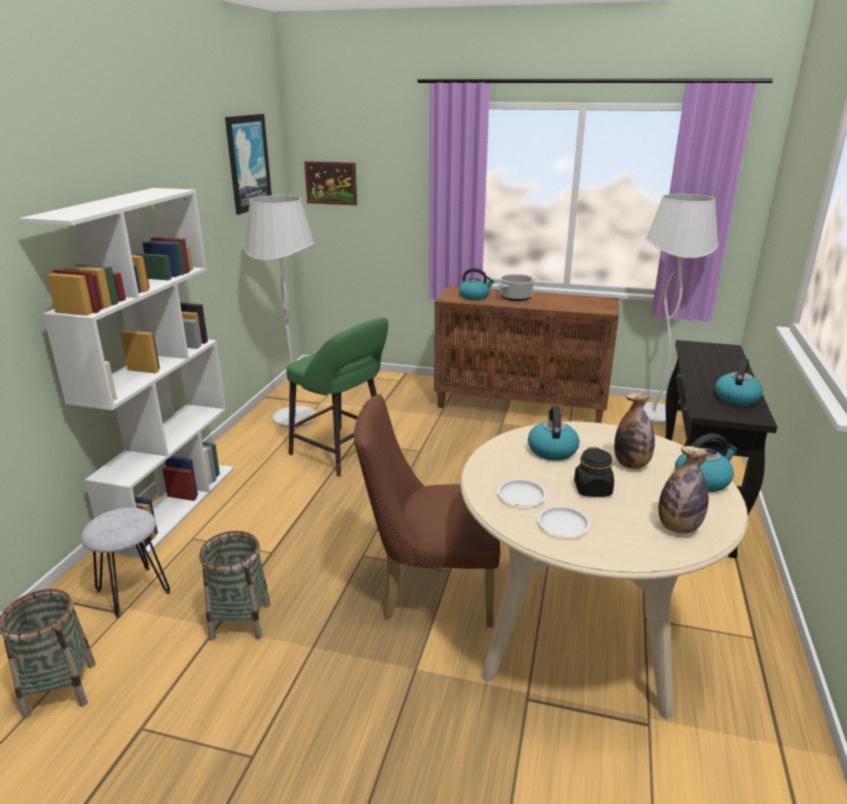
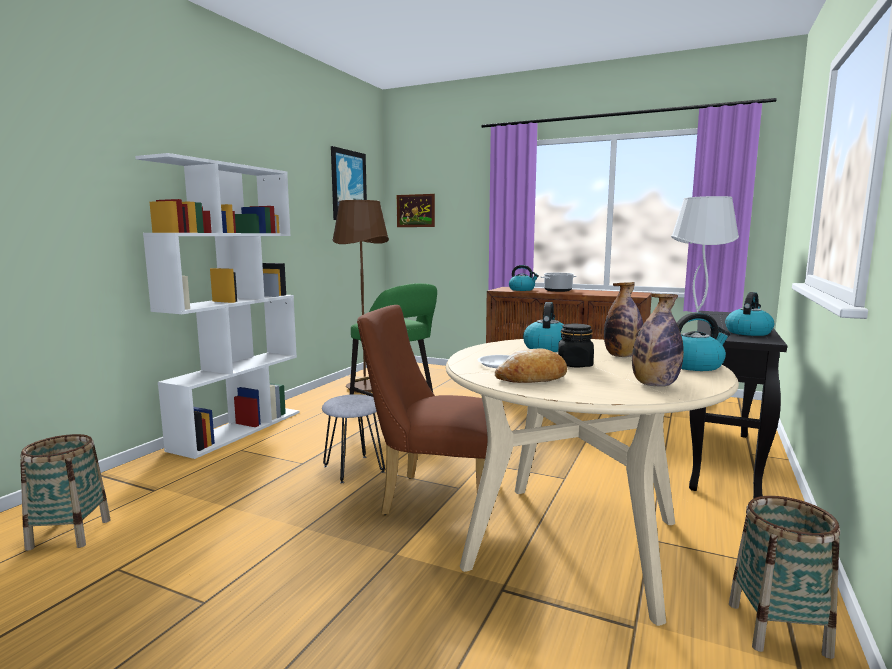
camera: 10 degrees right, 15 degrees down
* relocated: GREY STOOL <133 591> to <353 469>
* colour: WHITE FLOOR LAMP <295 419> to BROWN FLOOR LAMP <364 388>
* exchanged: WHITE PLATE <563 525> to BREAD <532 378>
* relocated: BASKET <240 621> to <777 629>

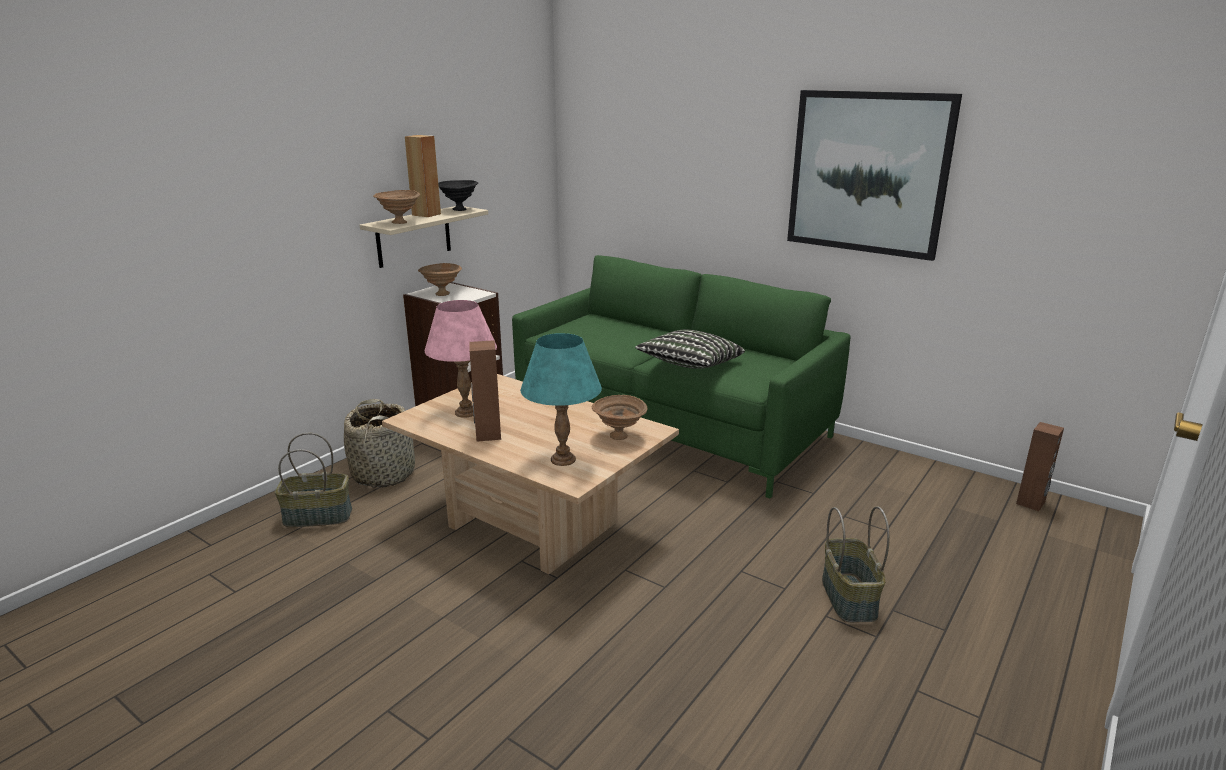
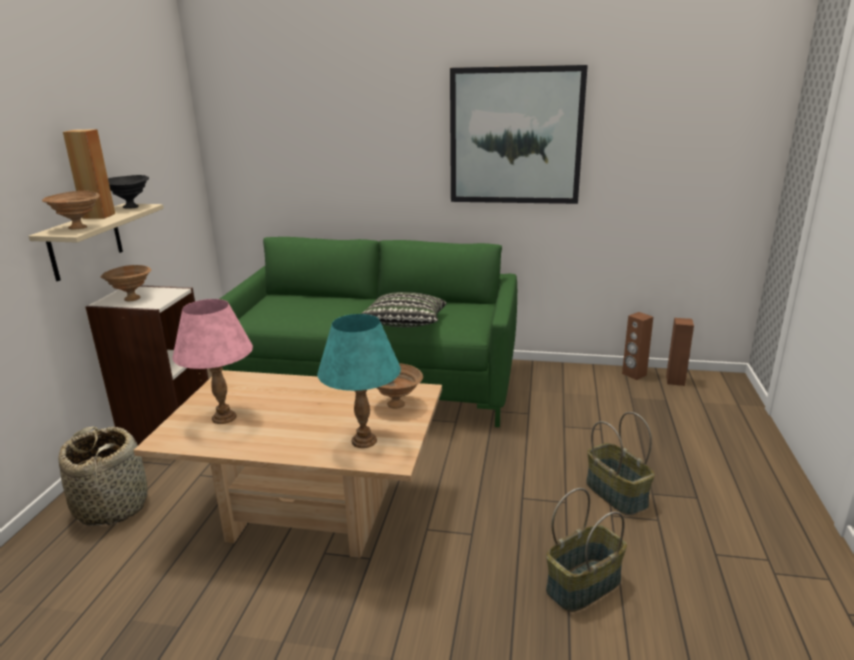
camera: 25 degrees left, 0 degrees up
* relocated: BASKET <318 516> to <583 584>
* relocated: BROWN SPEAKER <487 434> to <634 374>

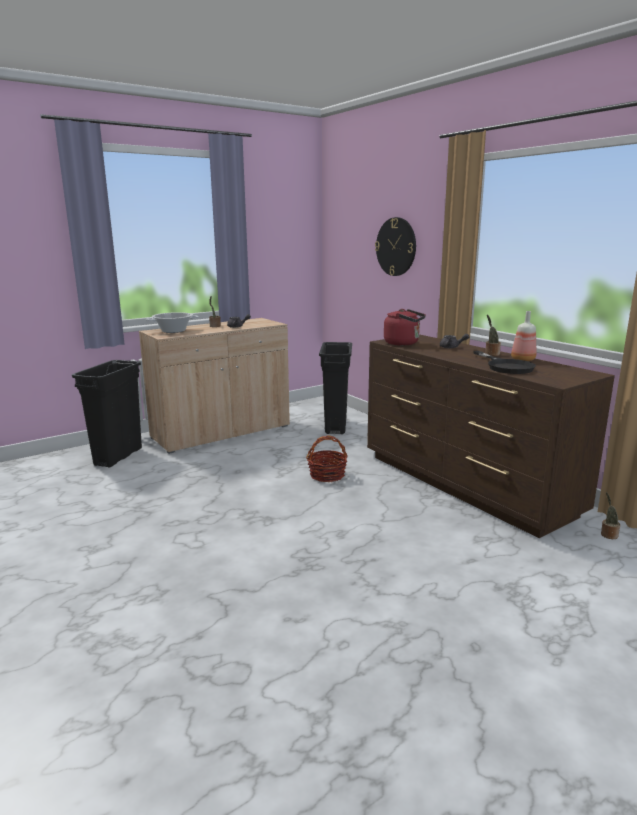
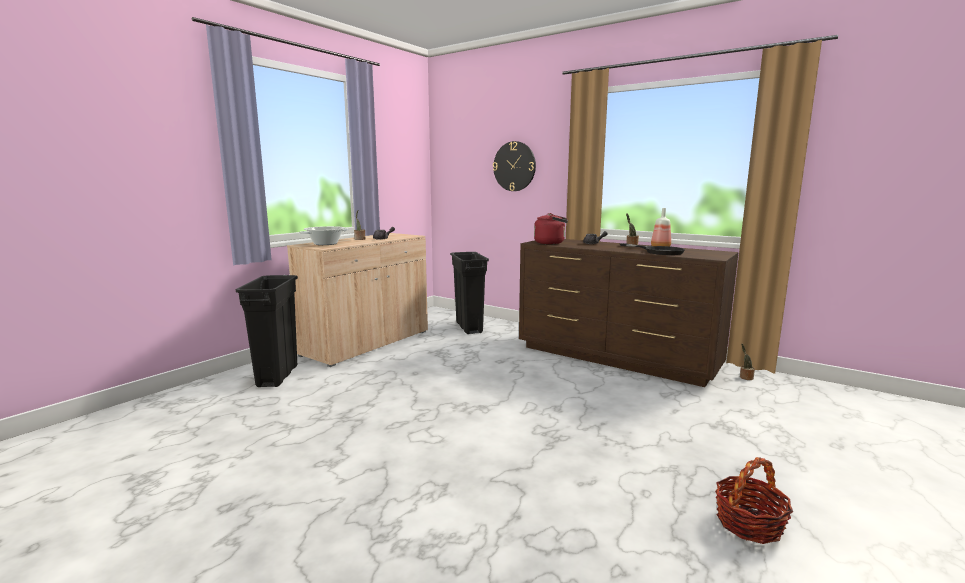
camera: 20 degrees left, 5 degrees down
* relocated: BASKET <327 475> to <749 523>

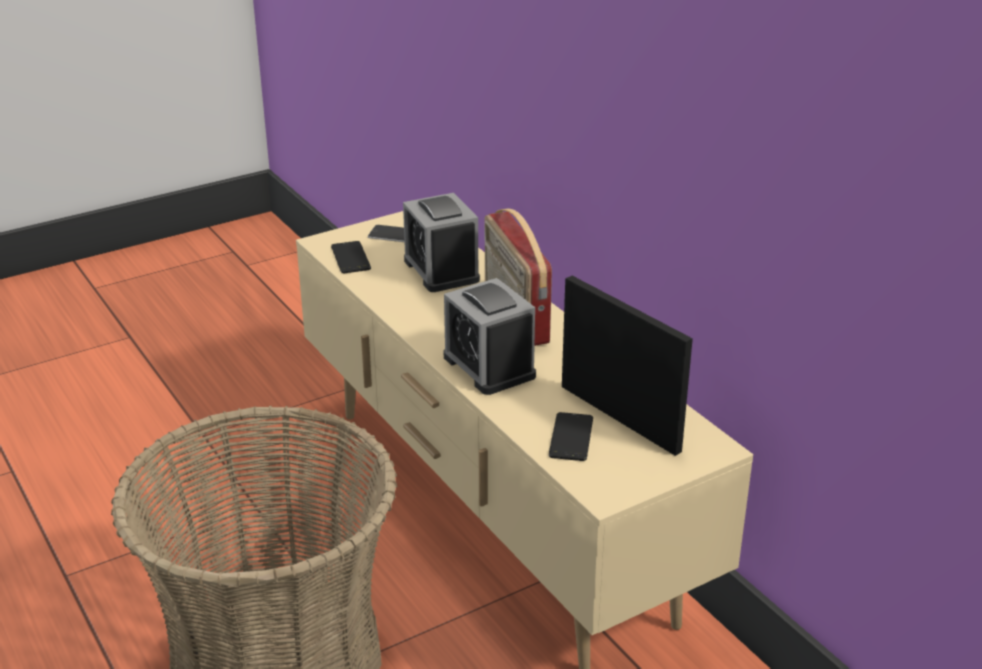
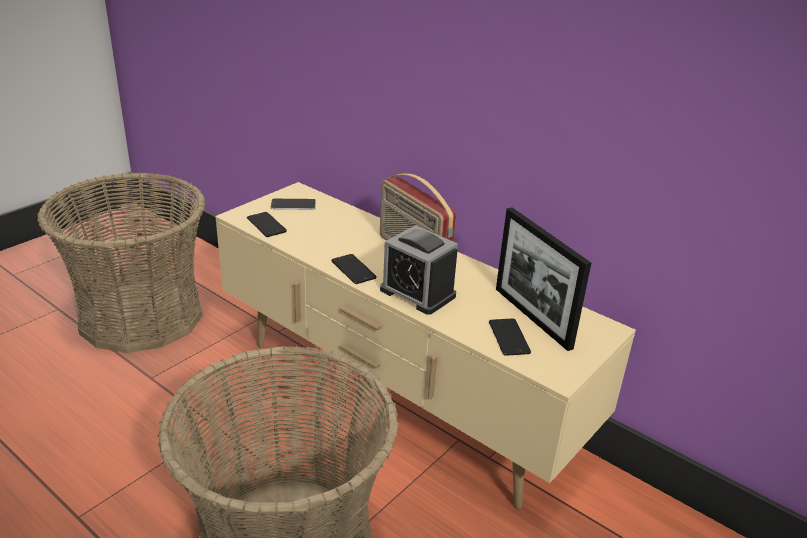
camera: 20 degrees left, 0 degrees up
* appeared: BASKET <141 315>
* appeared: PHONE <353 269>
* spun: PICTURE FRAME <619 418> = <532 317> 150 degrees counterclockwise
* missing: ALARM CLOCK <441 270>

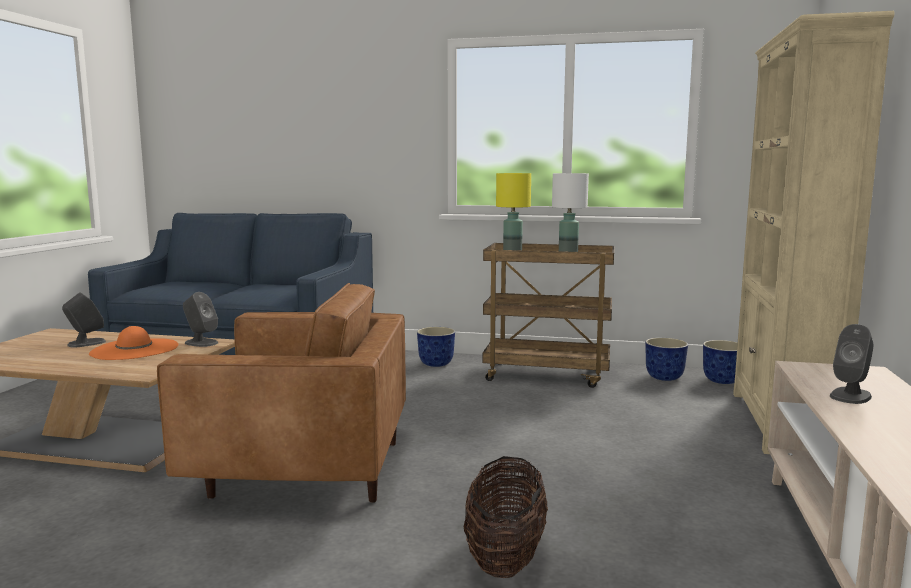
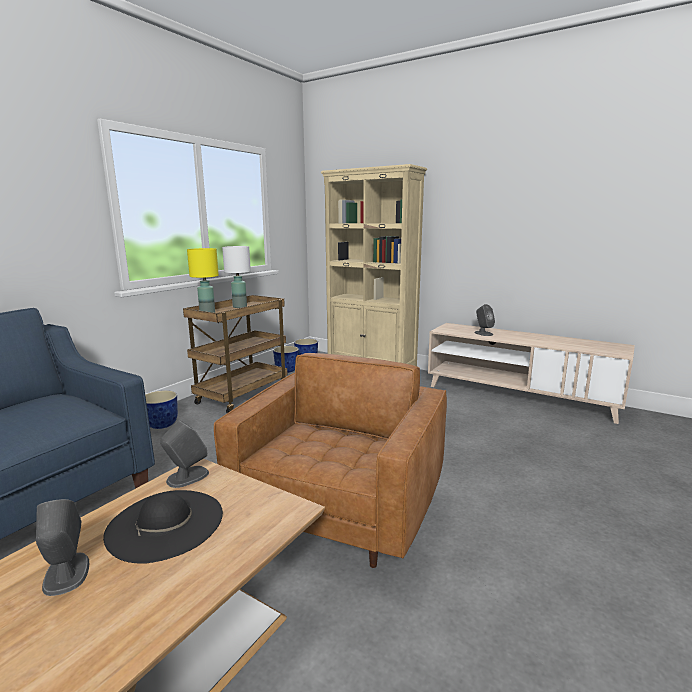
camera: 70 degrees left, 5 degrees up
* colour: ORANGE HAT <134 349> to BLACK HAT <165 523>
* missing: BASKET <505 557>

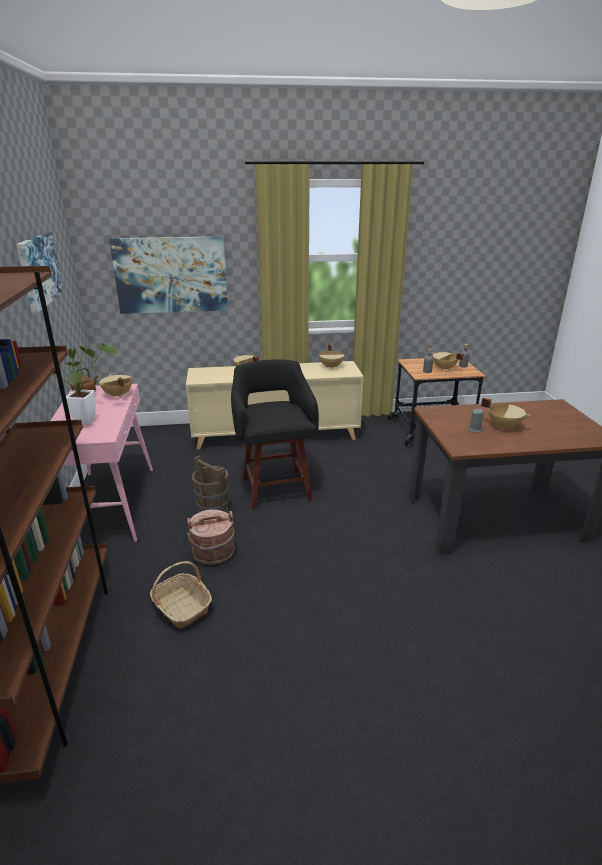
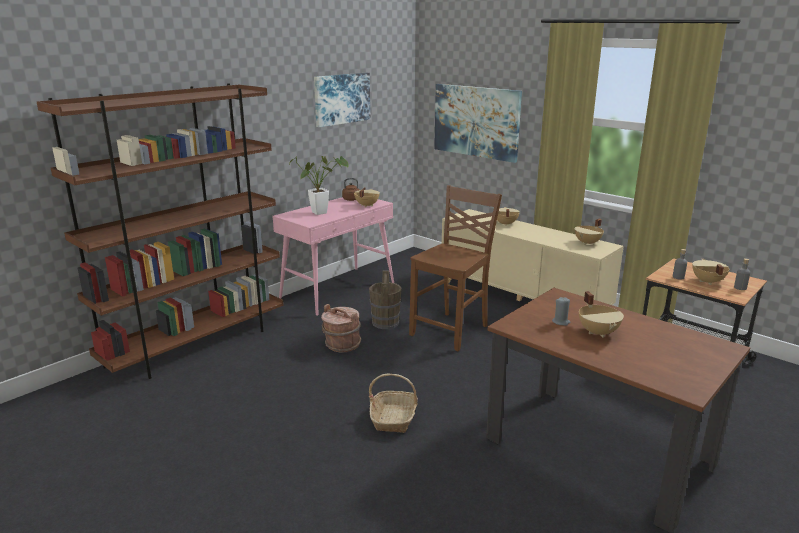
camera: 50 degrees right, 5 degrees down
* relocated: BASKET <181 607> to <394 418>
* exchanged: BLACK STOOL <275 487> to BROWN CHAIR <451 330>

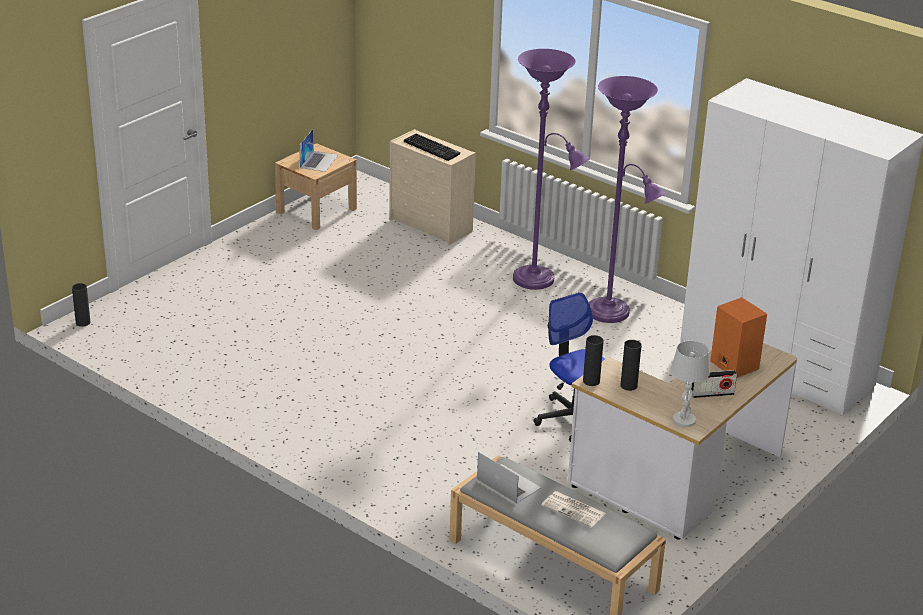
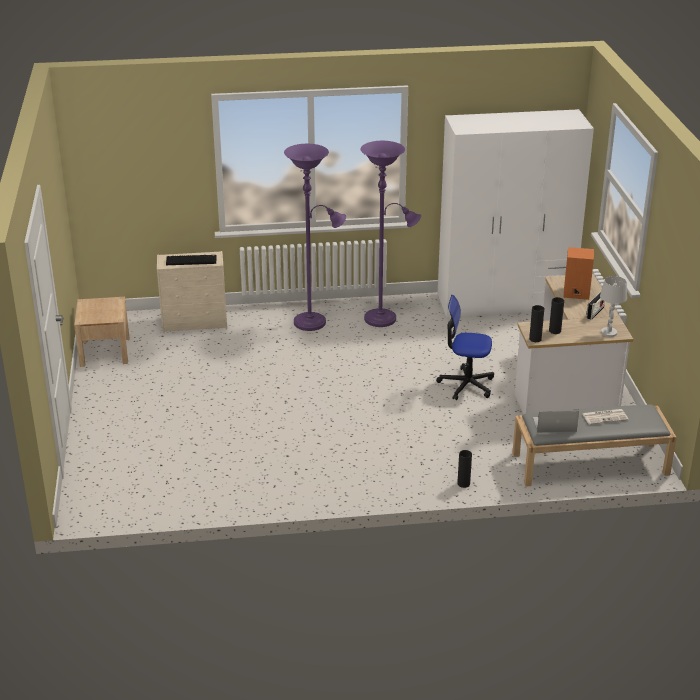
camera: 45 degrees left, 0 degrees up
* relocated: BLACK VASE <83 322> to <463 483>
* missing: LAPTOP <319 161>

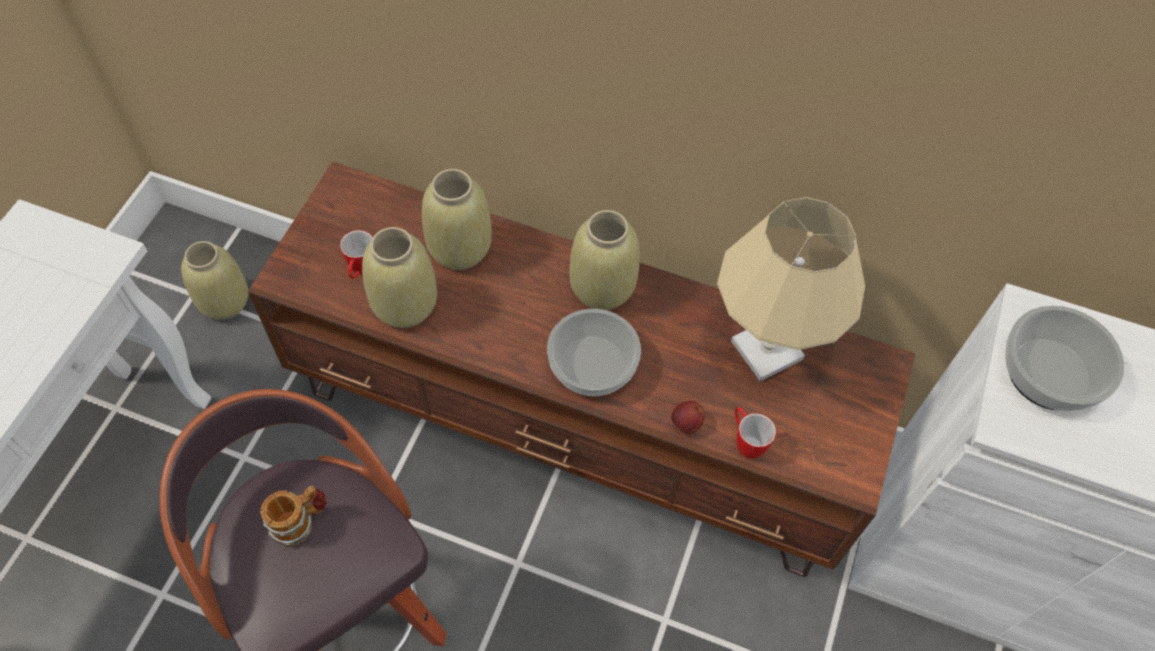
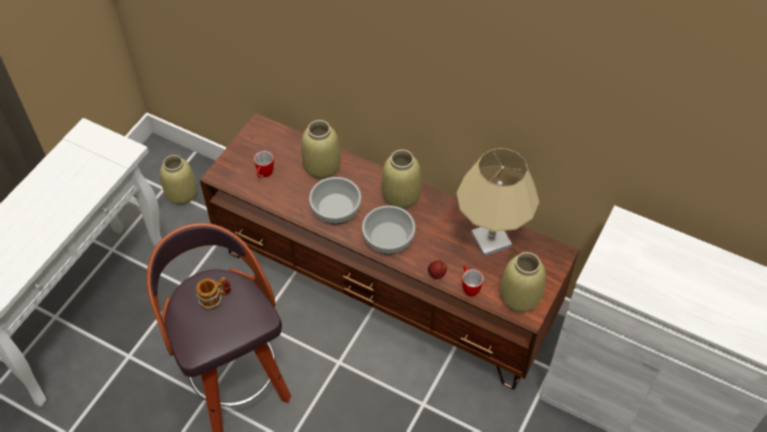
camera: 10 degrees right, 5 degrees down
* relocated: BOWL <1048 373> to <335 208>
* relocated: BEIGE VASE <405 304> to <519 297>

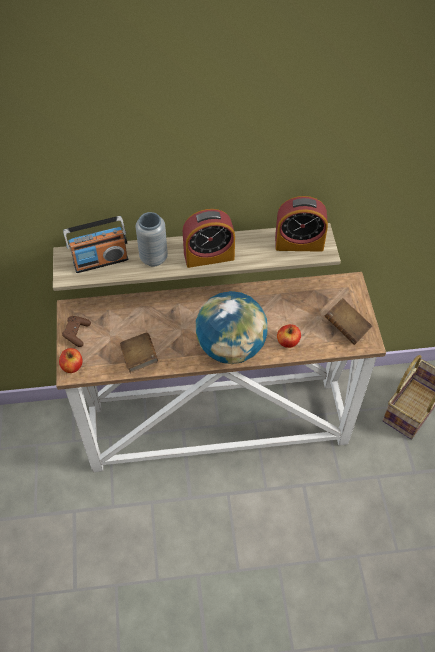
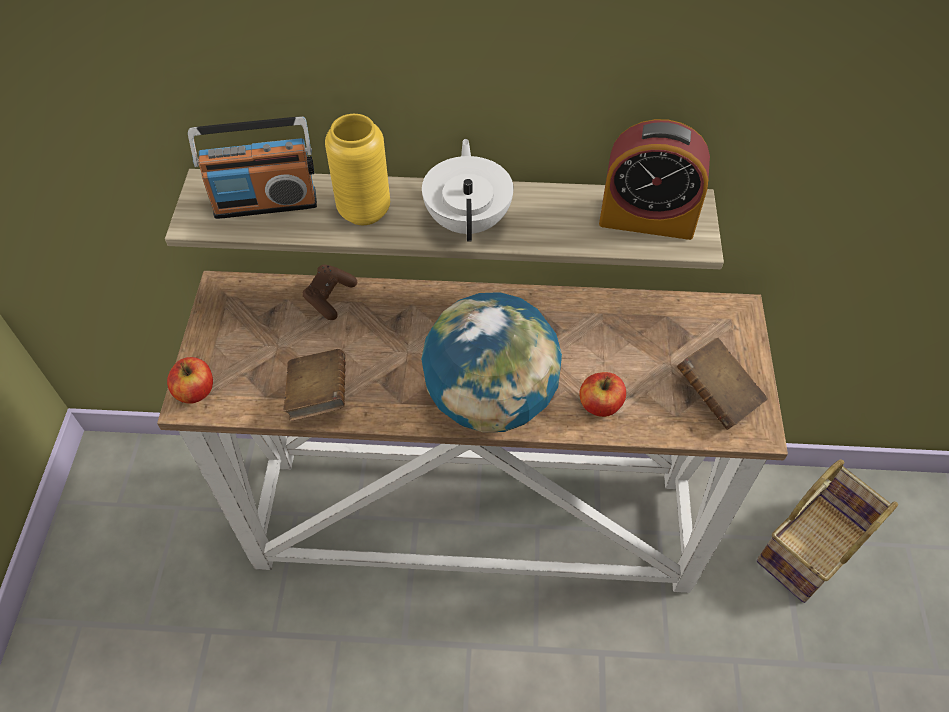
camera: 10 degrees right, 0 degrees up
* relocated: BROWN GAME CONTROLLER <76 334> to <330 297>
* colour: GREY VASE <153 258> to YELLOW VASE <364 211>
* exchanged: ALARM CLOCK <209 256> to WHITE TEAPOT <468 220>

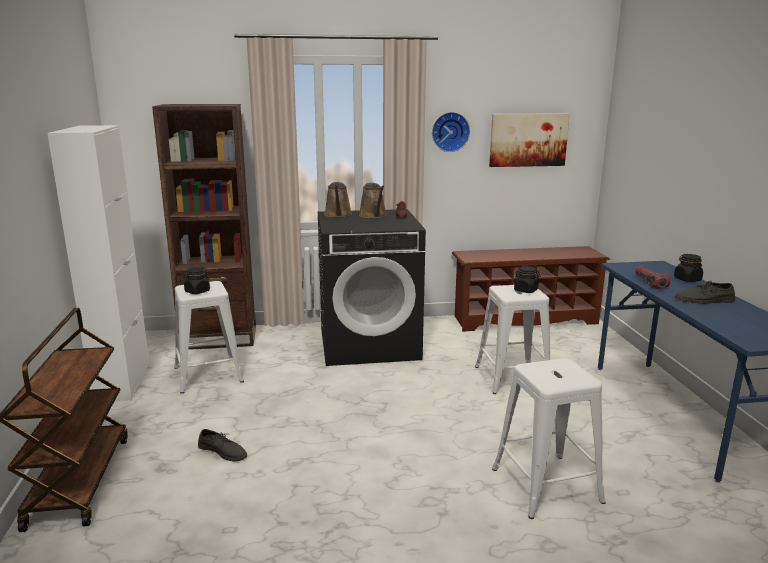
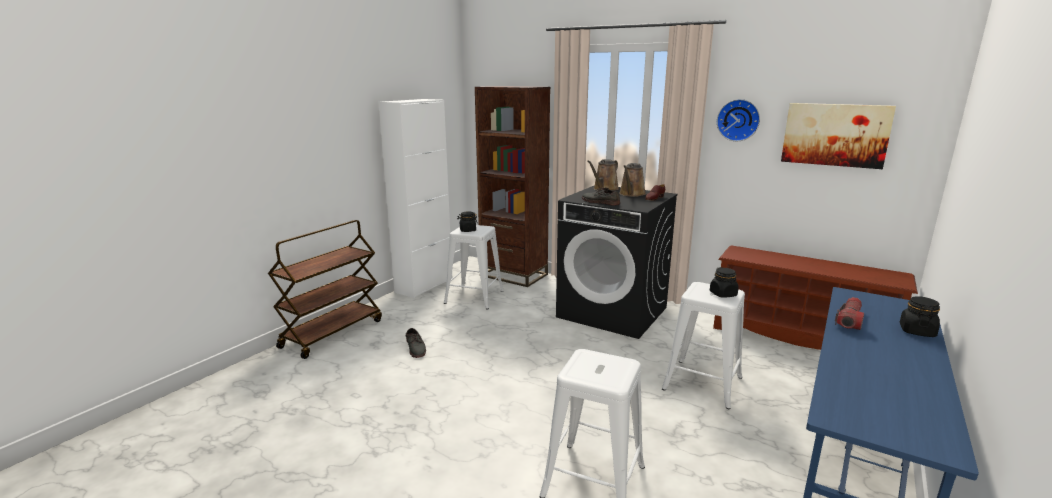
camera: 40 degrees right, 0 degrees up
* relocated: GREY SHOE <704 300> to <600 202>

